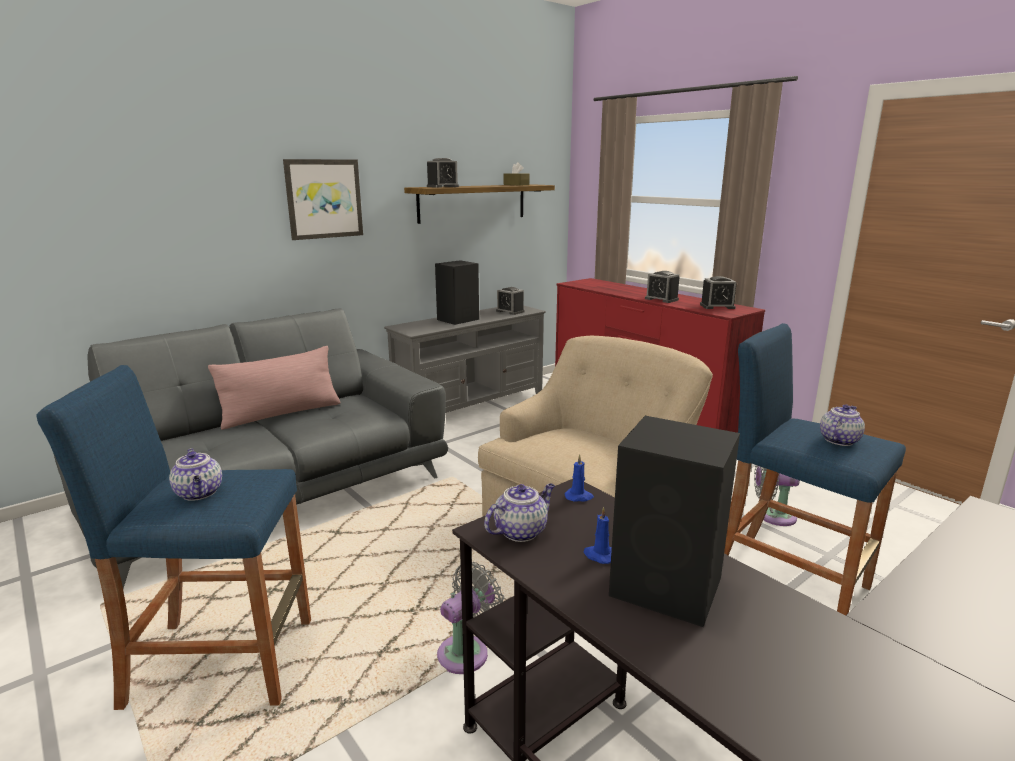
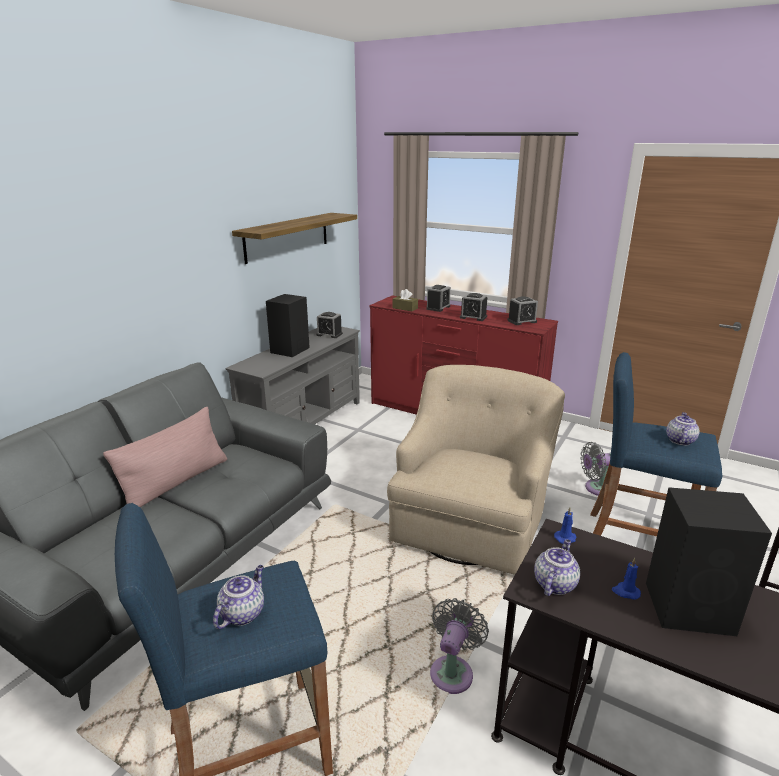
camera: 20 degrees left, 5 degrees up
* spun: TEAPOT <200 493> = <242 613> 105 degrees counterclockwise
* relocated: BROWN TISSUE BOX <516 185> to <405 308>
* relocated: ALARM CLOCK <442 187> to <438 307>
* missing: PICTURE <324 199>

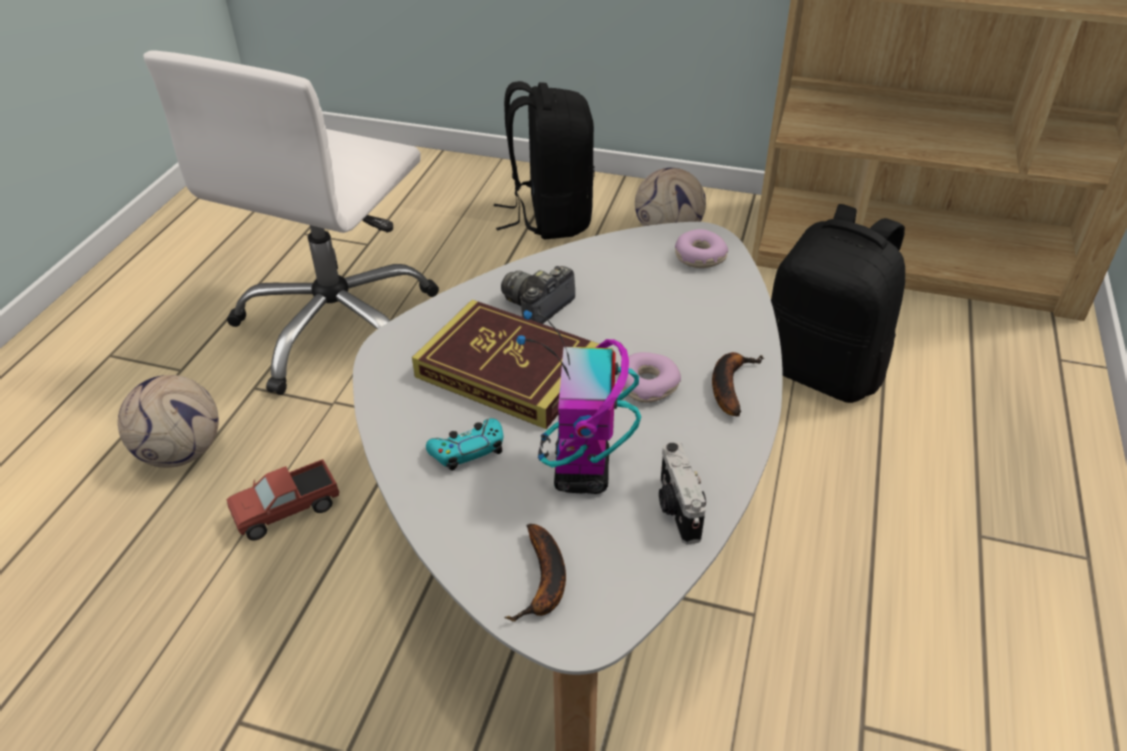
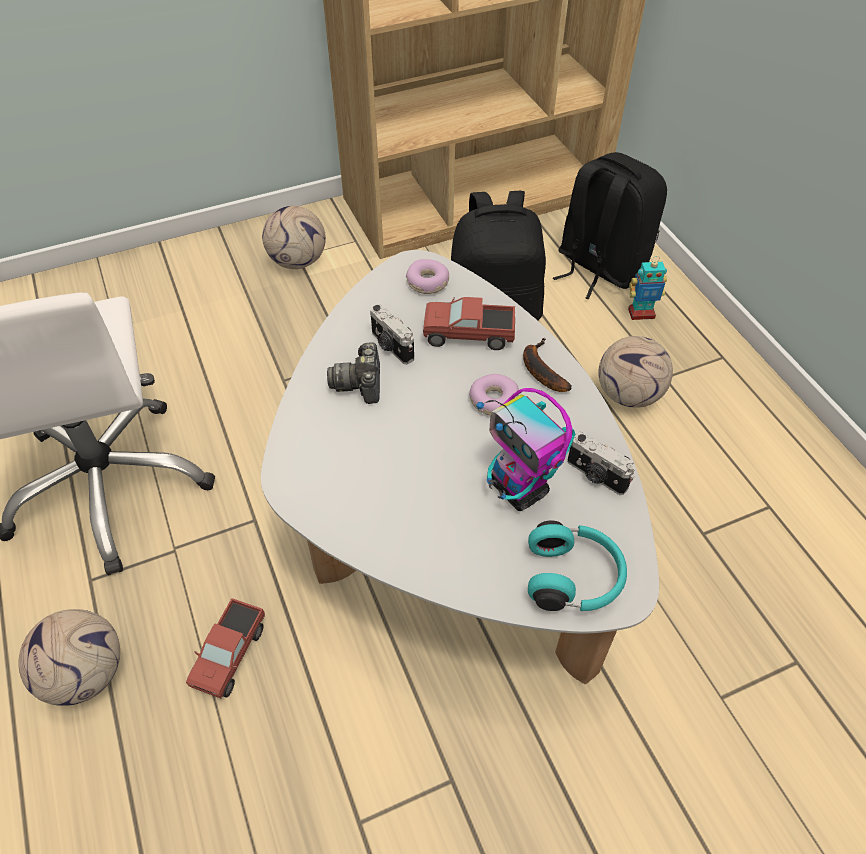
camera: 40 degrees left, 10 degrees up
* appeared: PHOTO CAMERA <391 347>
* appeared: TOY TRUCK <469 335>
* exchanged: BANANA <544 582> to TURQUOISE HEADPHONES <574 577>
* relocated: BLACK BACKPACK <550 217> to <599 267>
* appeared: FOOTBALL <627 394>
* appeared: TOY ROBOT <641 313>
* missing: BOOK <507 370>
* missing: TURQUOISE GAME CONTROLLER <468 450>

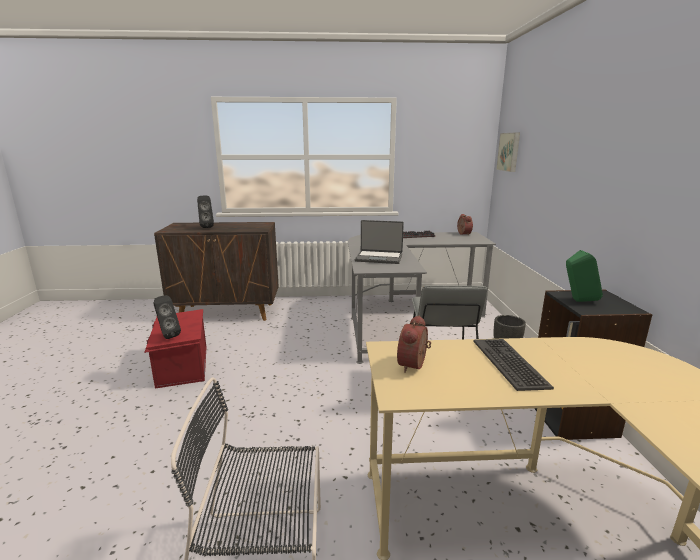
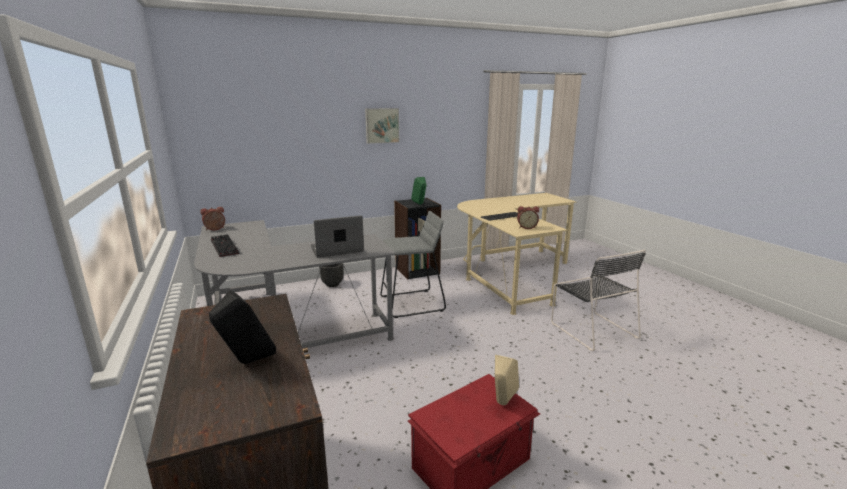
camera: 110 degrees left, 0 degrees up
* spun: LAPTOP <379 258> = <337 250> 105 degrees counterclockwise
* relocated: PICTURE <509 152> to <382 125>
* colour: BLACK SPEAKER <167 335> to BEIGE SPEAKER <502 404>

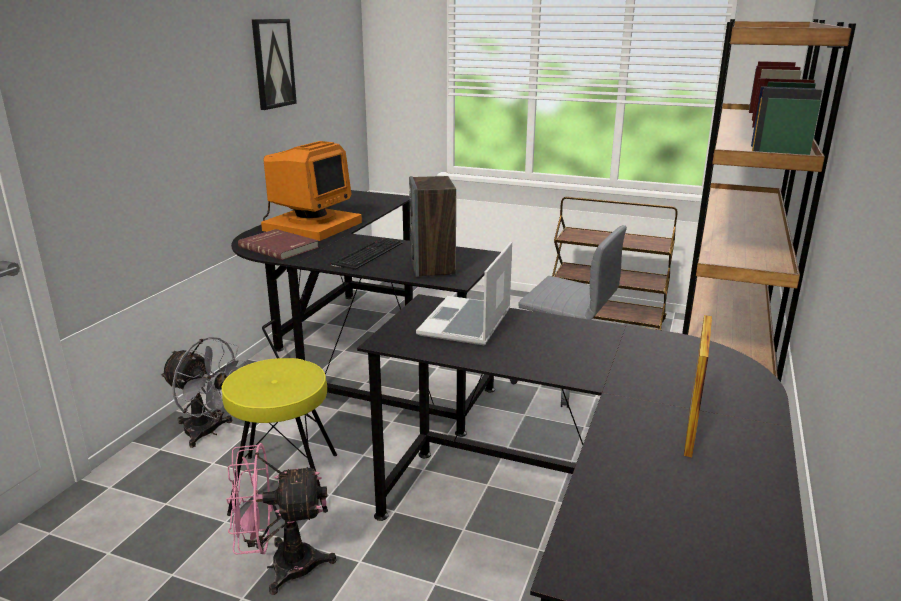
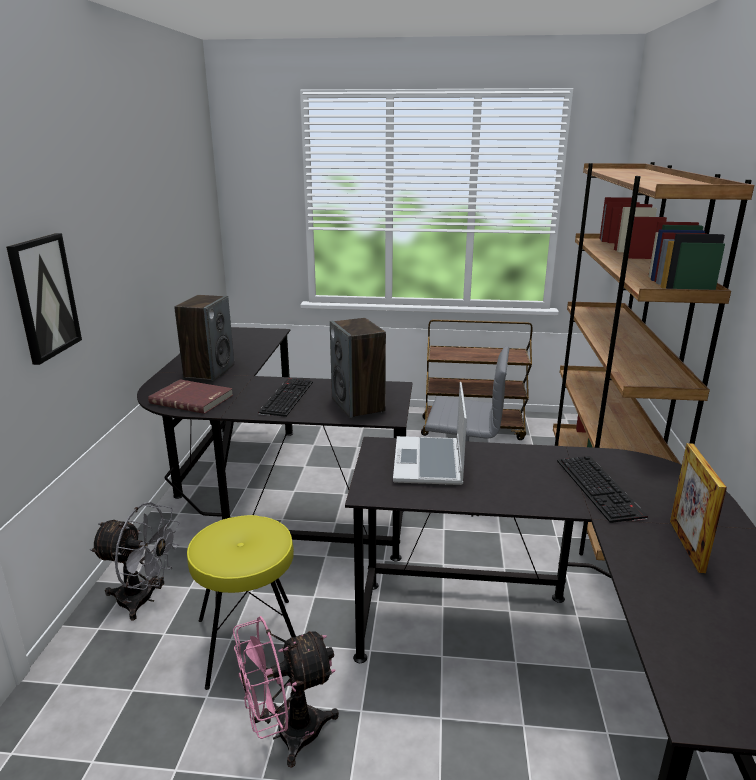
camera: 15 degrees left, 0 degrees up
* relocated: PICTURE <273 63> to <44 297>
* exchanged: MONITOR <311 226> to SPEAKER <209 371>
* appeared: KEYBOARD <601 488>

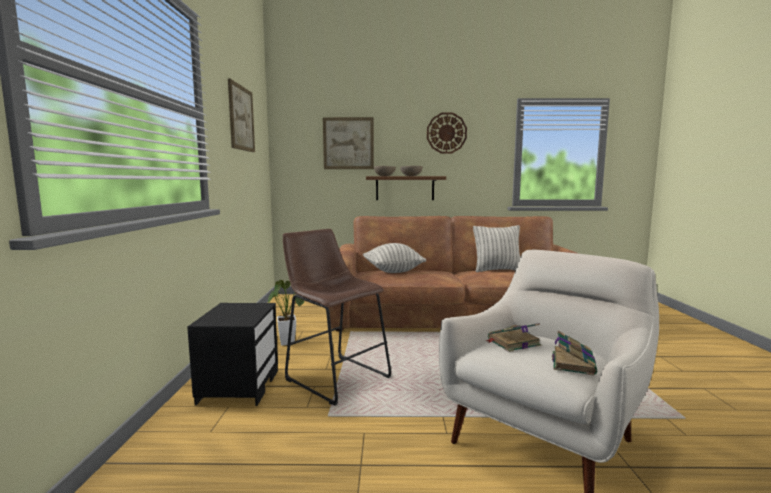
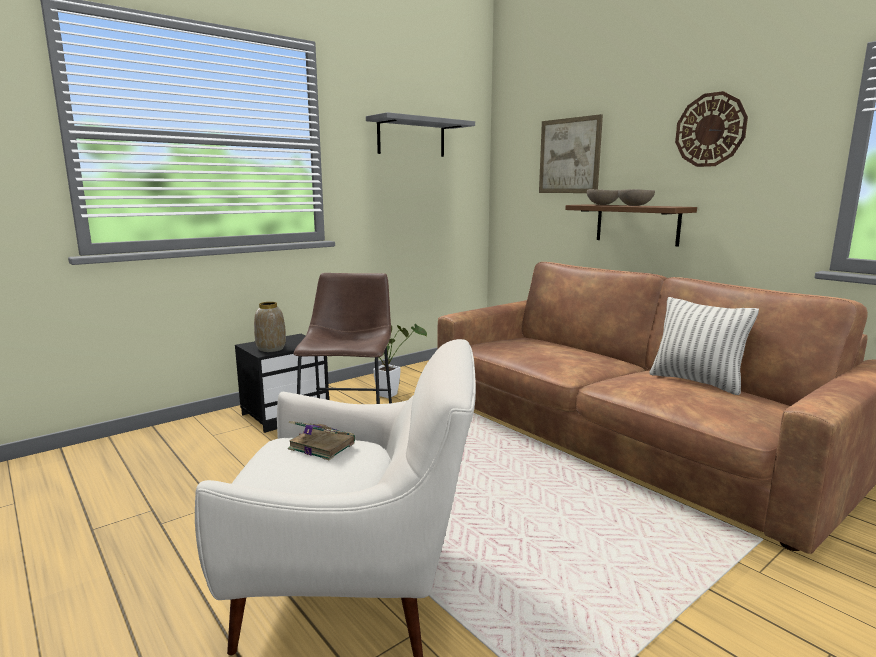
camera: 50 degrees right, 5 degrees up
* appeared: VASE <271 349>
* exchanged: PICTURE <241 118> to GREY SHELF <411 138>
* missing: PILLOW <393 271>
* missing: BOOK <573 362>

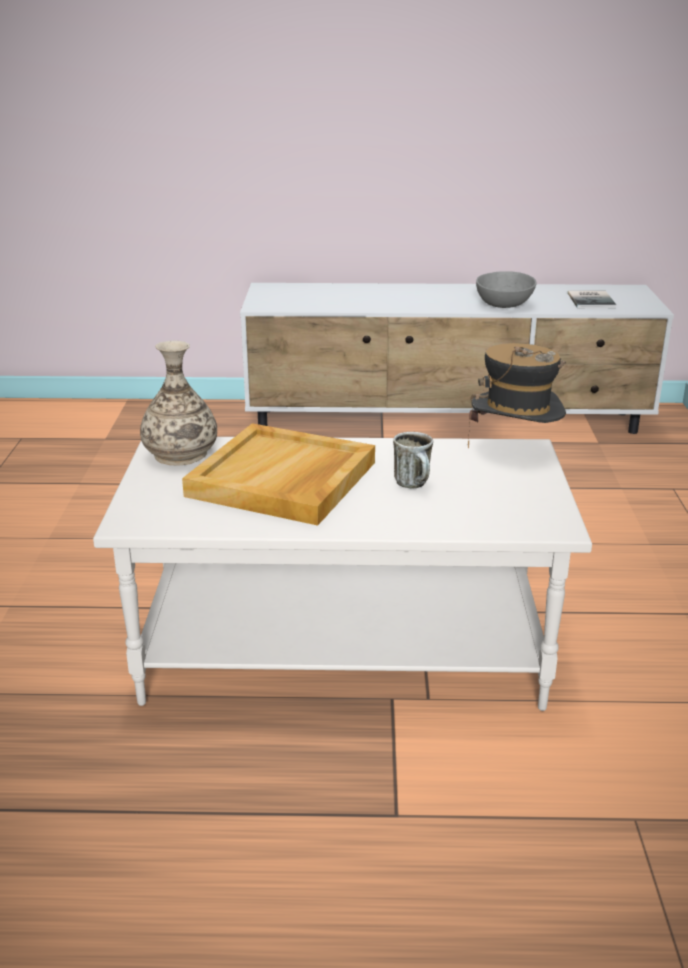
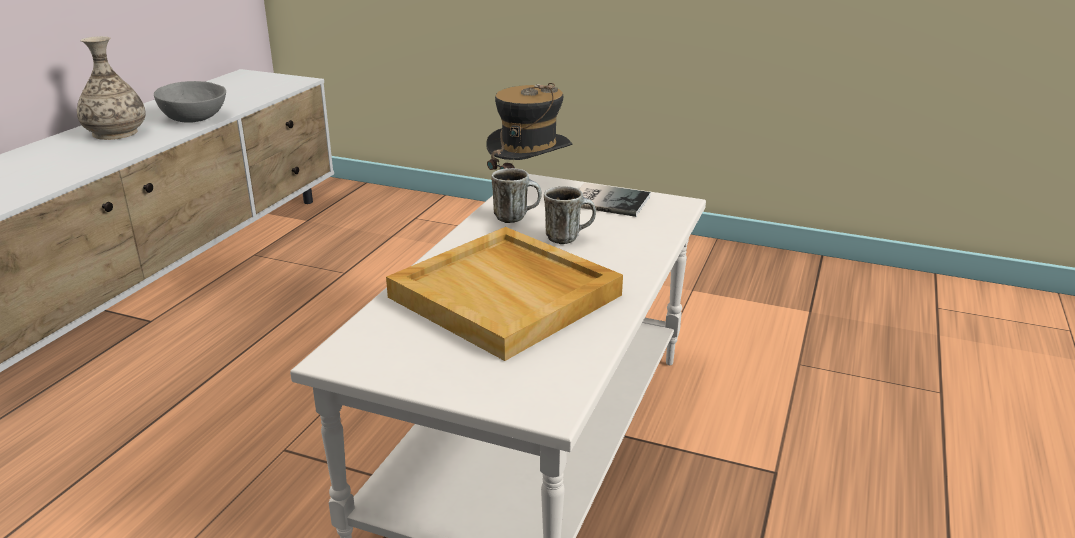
camera: 70 degrees left, 0 degrees up
* relocated: VASE <181 454> to <116 133>
* appeared: MUG <516 217>
* relocated: BOOK <592 300> to <607 200>

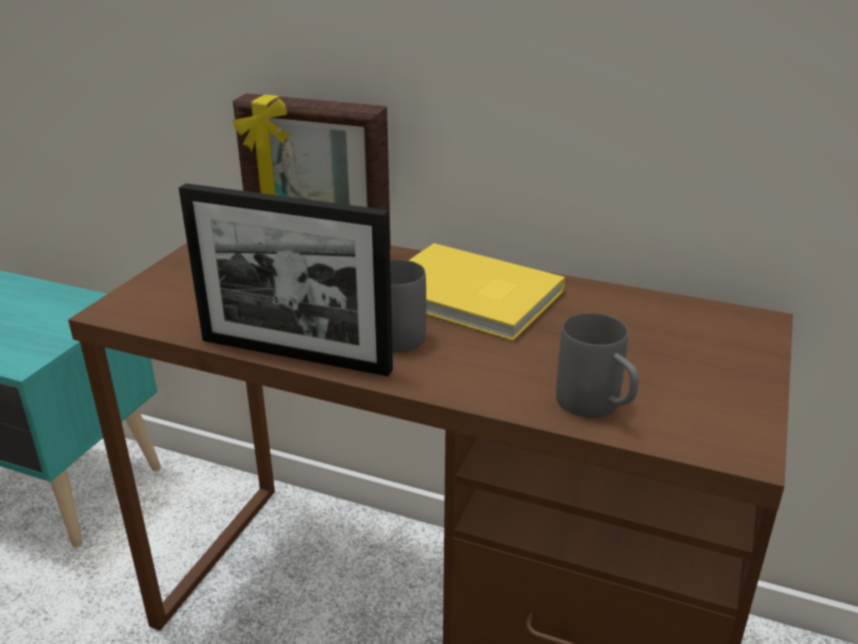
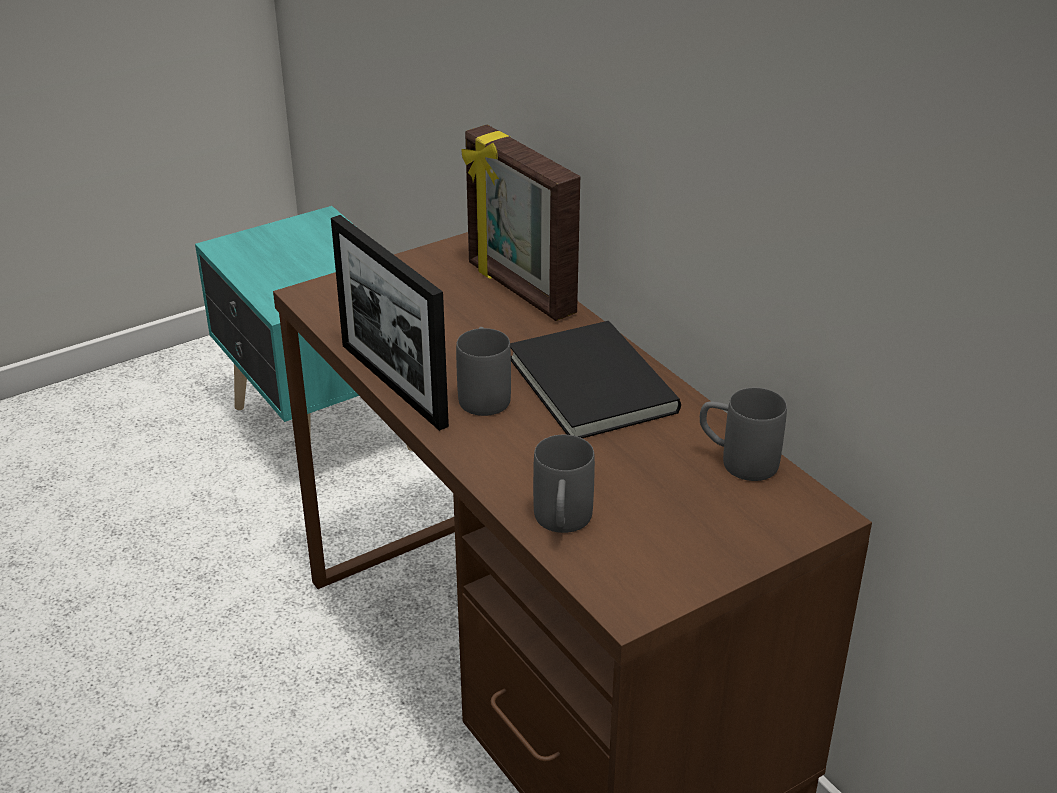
camera: 35 degrees right, 5 degrees up
* colour: YELLOW BOOK <470 297> to BLACK BOOK <588 387>
* appeared: GREY MUG <737 461>

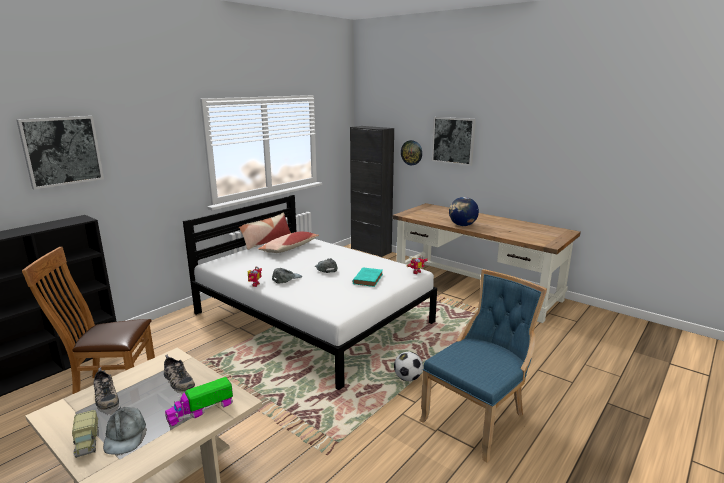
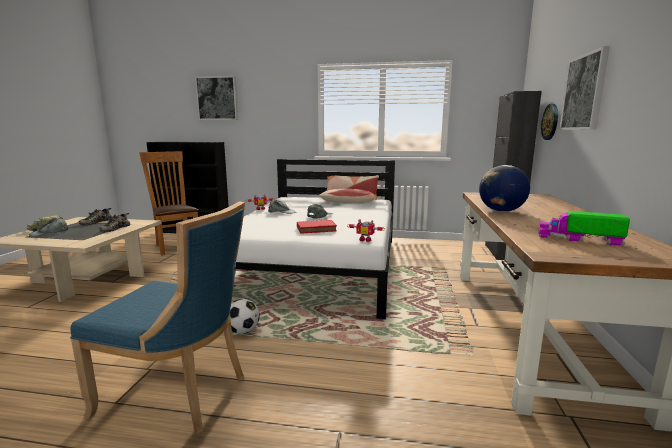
camera: 60 degrees right, 5 degrees down
* colour: TURQUOISE BOOK <368 279> to RED BOOK <317 229>
* relocated: TOY TRUCK <200 410> to <578 239>

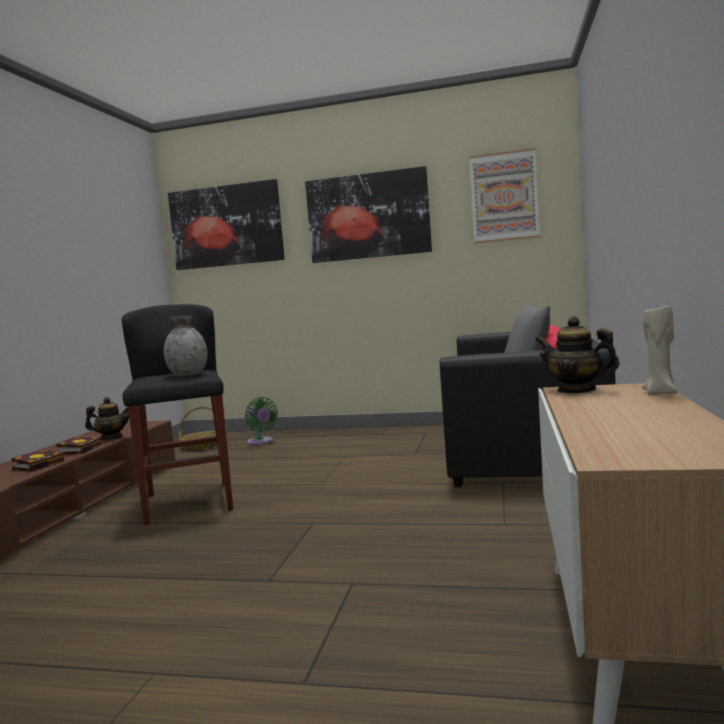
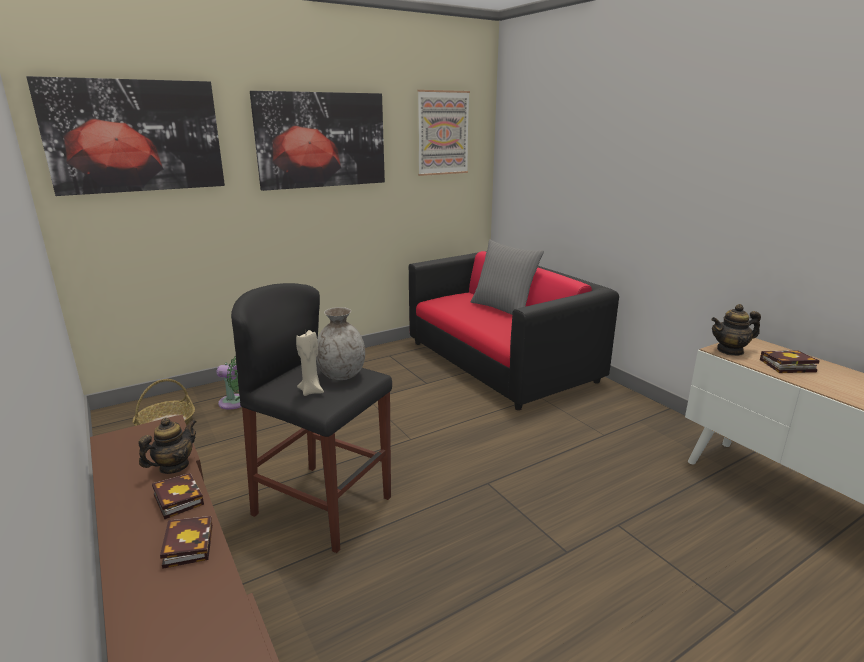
camera: 45 degrees left, 15 degrees up
* relocated: BEIGE CANDLE <660 393> to <311 391>
* appeared: BOOK <785 366>

